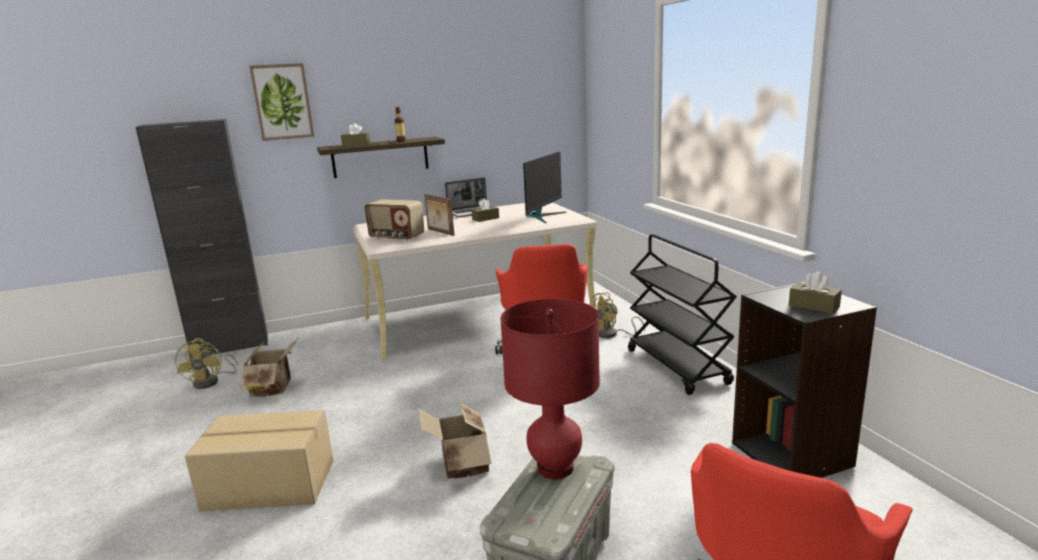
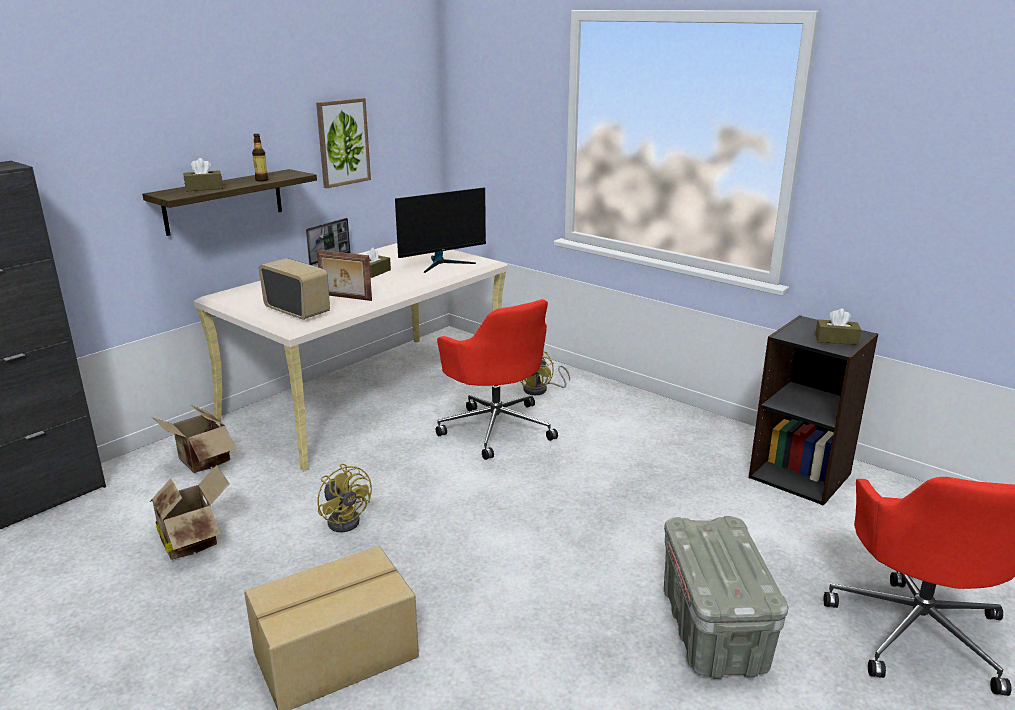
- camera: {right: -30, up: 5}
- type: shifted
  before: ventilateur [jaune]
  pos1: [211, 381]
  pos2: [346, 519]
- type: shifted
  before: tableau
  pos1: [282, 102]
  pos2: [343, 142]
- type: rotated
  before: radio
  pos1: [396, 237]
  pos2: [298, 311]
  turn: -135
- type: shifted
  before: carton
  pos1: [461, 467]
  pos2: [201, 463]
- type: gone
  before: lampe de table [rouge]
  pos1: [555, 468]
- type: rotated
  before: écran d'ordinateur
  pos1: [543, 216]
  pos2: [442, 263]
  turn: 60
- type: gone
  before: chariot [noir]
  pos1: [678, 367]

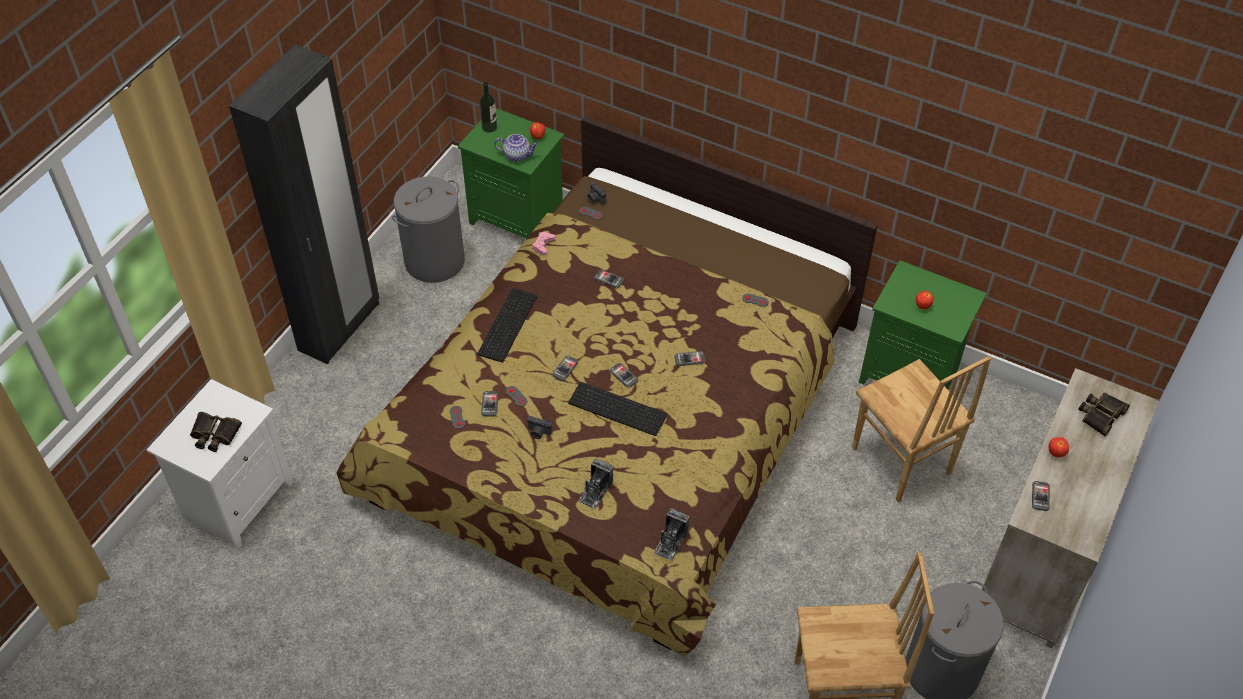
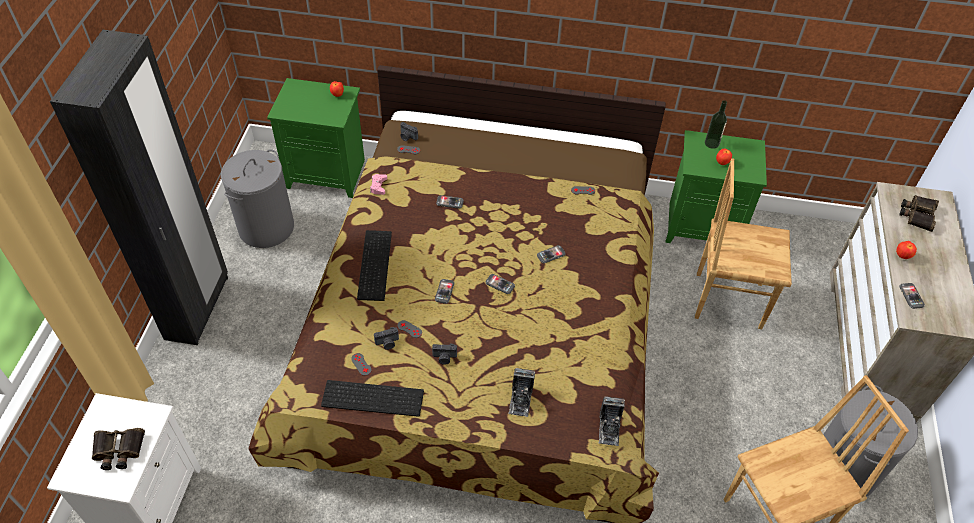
- camera: {right: -20, up: 0}
- type: shifted
  before: bouteille
  pos1: [489, 127]
  pos2: [711, 143]
- type: swapped
  before: téléphone
  after: appareil photo
  pos1: [490, 404]
  pos2: [387, 343]
- type: gone
  before: théière
  pos1: [517, 155]
- type: shifted
  before: clavier
  pos1: [619, 408]
  pos2: [374, 397]
- type: rotated
  before: chaise [marron]
  pos1: [900, 462]
  pos2: [727, 299]
  turn: 150

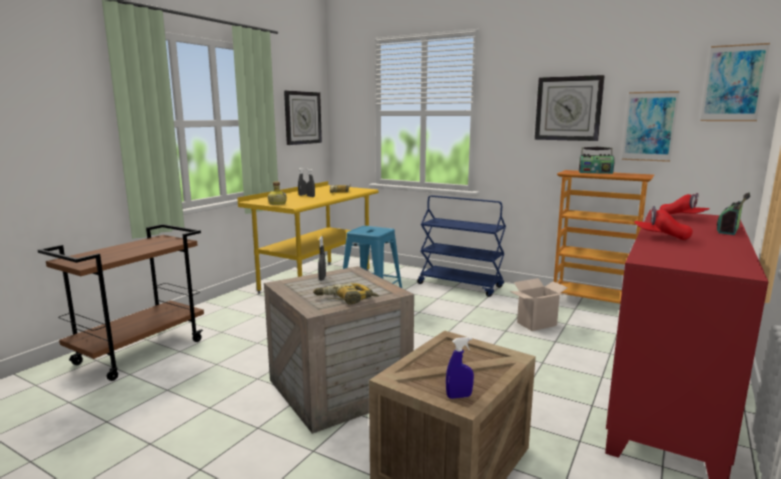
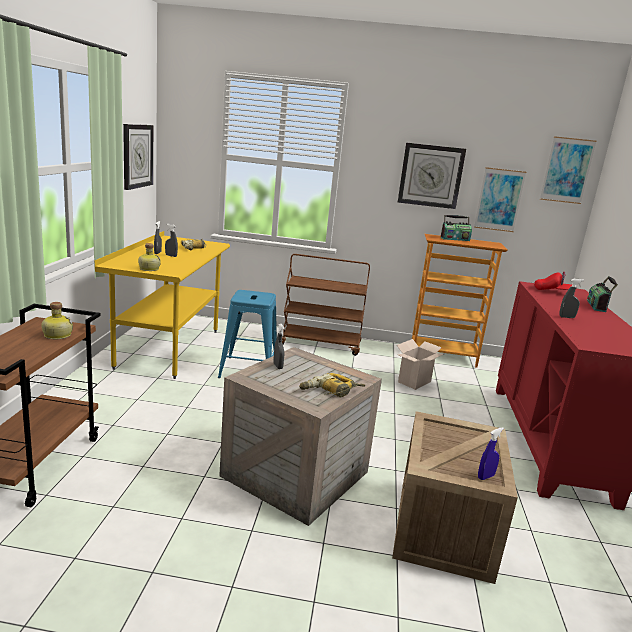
- camera: {right: -25, up: 5}
- type: repainted
  before: chariot [bleu]
  after: chariot [marron]
  pos1: [460, 285]
  pos2: [321, 344]
- type: swapped
  before: casquette [rouge]
  after: vaporisateur [gris]
  pos1: [661, 237]
  pos2: [567, 317]
- type: new
  after: bouteille
  pos2: [57, 335]

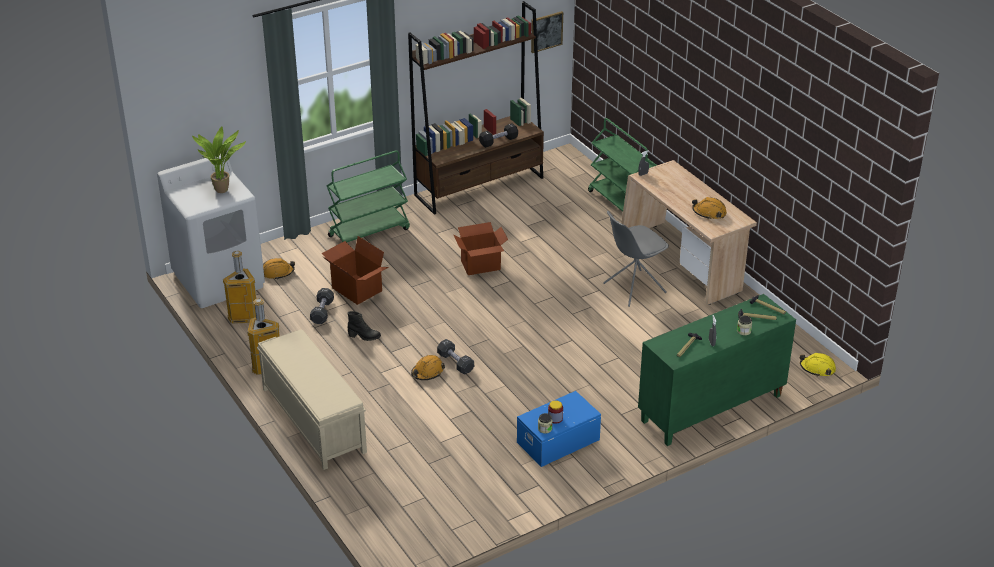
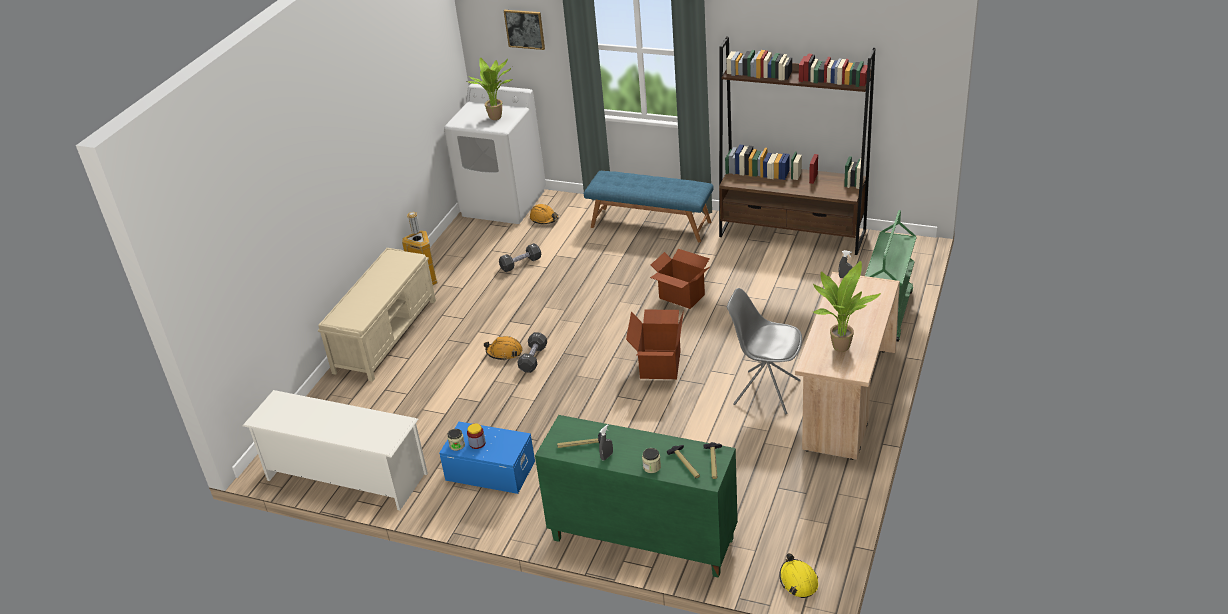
- camera: {right: 55, up: 0}
- type: gone
  before: poubelle
  pos1: [243, 318]
- type: shifted
  before: carton
  pos1: [356, 290]
  pos2: [659, 364]
- type: swapped
  before: chariot [vert]
  after: banc [bleu]
  pos1: [369, 232]
  pos2: [651, 224]
- type: gone
  before: botte [noir]
  pos1: [364, 336]
- type: gone
  before: haltère [noir]
  pos1: [498, 141]
- type: shifted
  before: tableau
  pos1: [546, 31]
  pos2: [524, 29]
- type: swapped
  before: casque de chantier [orange]
  after: plante en pot
  pos1: [709, 213]
  pos2: [839, 346]
- type: new
  after: étagère à chaussures [blanc]
  pos2: [345, 476]

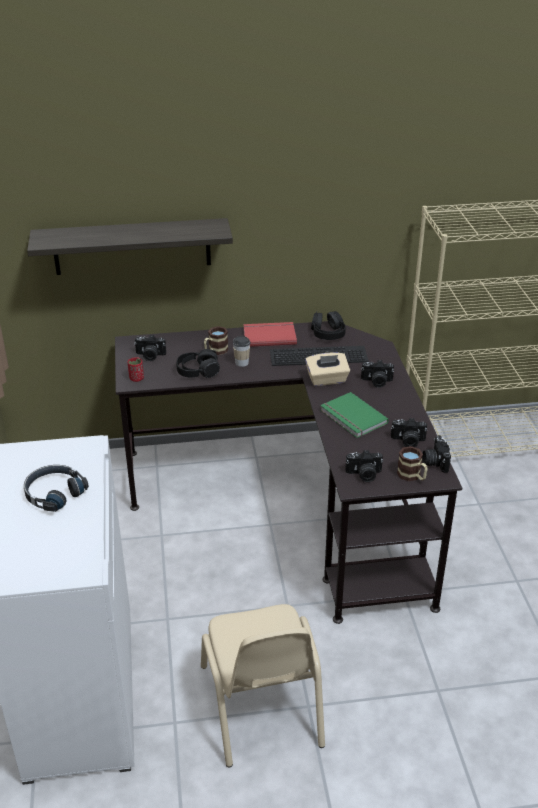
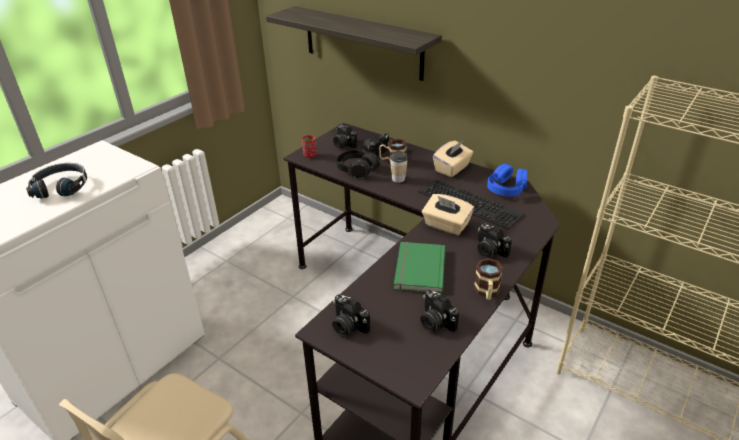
- camera: {right: 45, up: 0}
- type: swapped
  before: livre [rouge]
  after: boîte à mouchoirs [beige]
  pos1: [269, 336]
  pos2: [452, 169]
- type: repainted
  before: casque audio [noir]
  after: casque audio [bleu]
  pos1: [328, 333]
  pos2: [506, 189]
- type: shifted
  before: mug
  pos1: [412, 476]
  pos2: [487, 292]
- type: shifted
  before: appareil photo
  pos1: [435, 462]
  pos2: [375, 152]

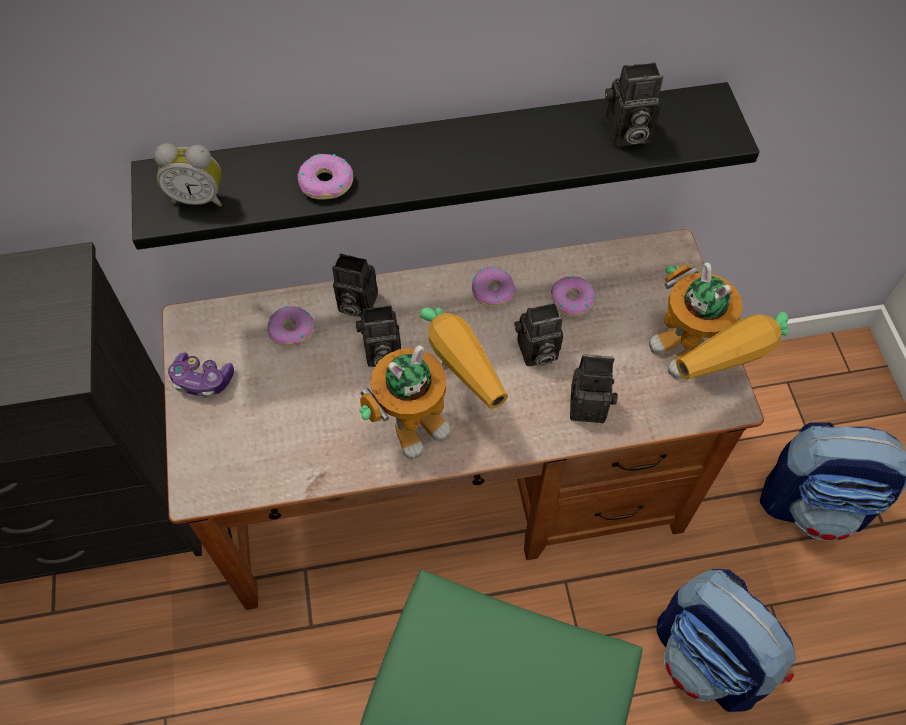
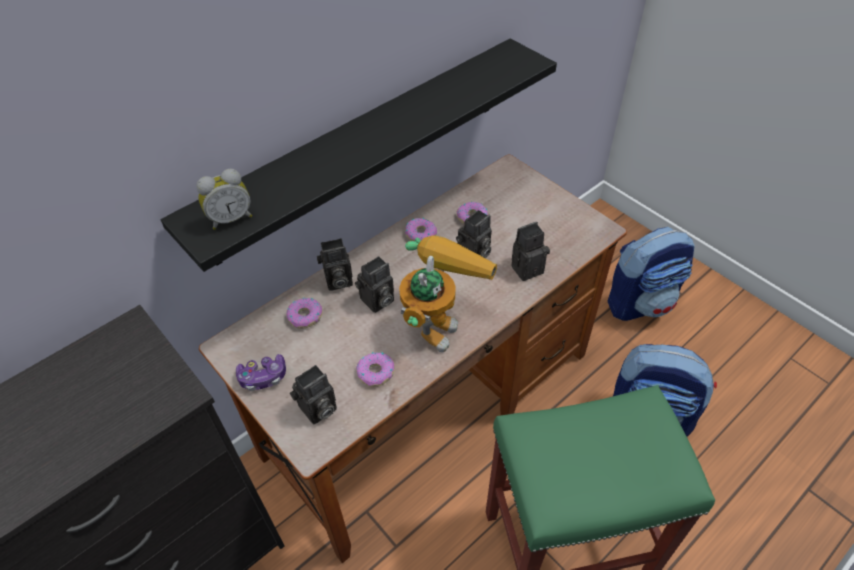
- camera: {right: -30, up: -10}
- type: shifted
  before: beignet
  pos1: [326, 183]
  pos2: [376, 372]
- type: shifted
  before: appareil photo
  pos1: [625, 134]
  pos2: [317, 410]
- type: gone
  before: robot jouet
  pos1: [696, 367]

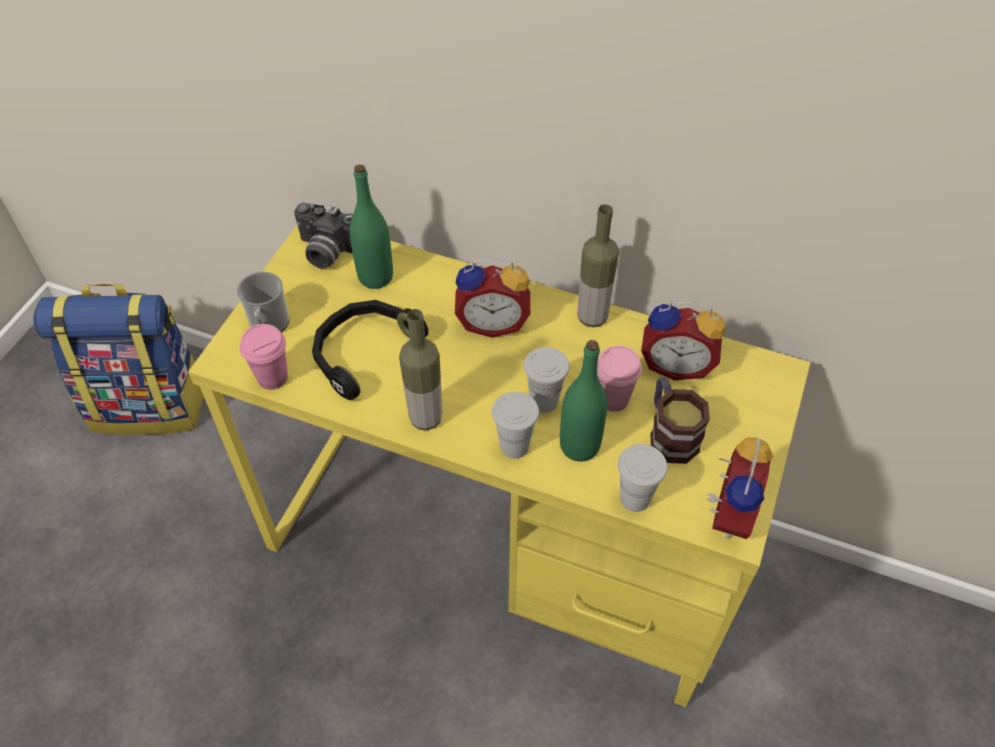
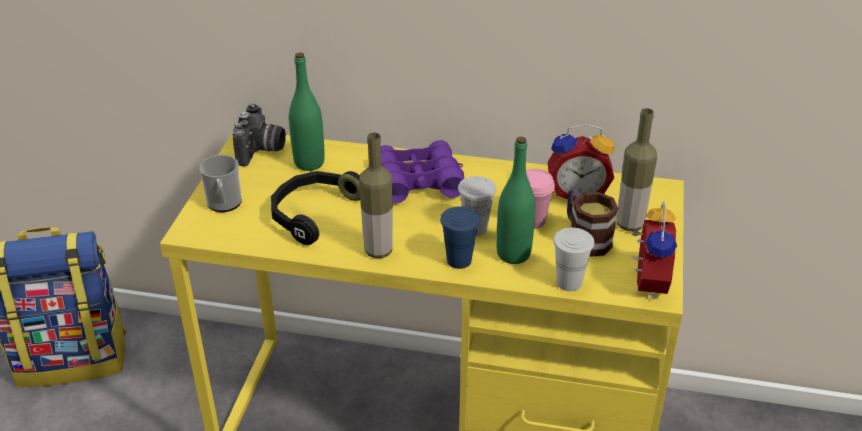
- camera: {right: -10, up: -15}
- type: gone
  before: tasse [rose]
  pos1: [272, 377]
- type: rotated
  before: appareil photo
  pos1: [326, 252]
  pos2: [261, 151]
  turn: -90
- type: swapped
  before: réveil
  after: jumelles [violet]
  pos1: [492, 322]
  pos2: [417, 182]
- type: repainted
  before: tasse [blanc]
  after: tasse [bleu]
  pos1: [514, 446]
  pos2: [459, 260]
- type: shifted
  before: bouteille
  pos1: [592, 317]
  pos2: [629, 224]

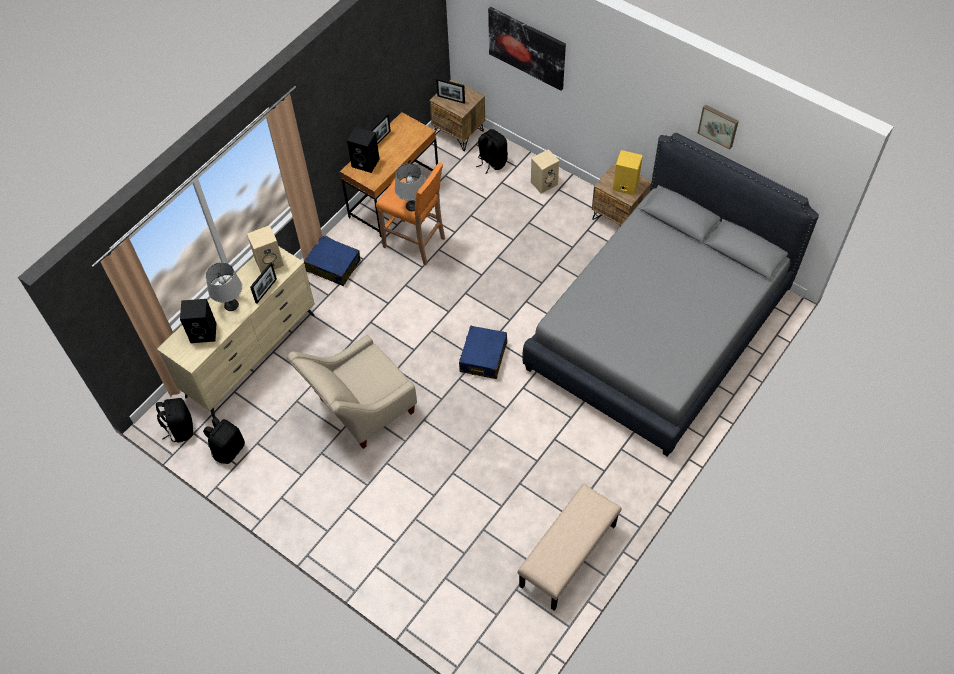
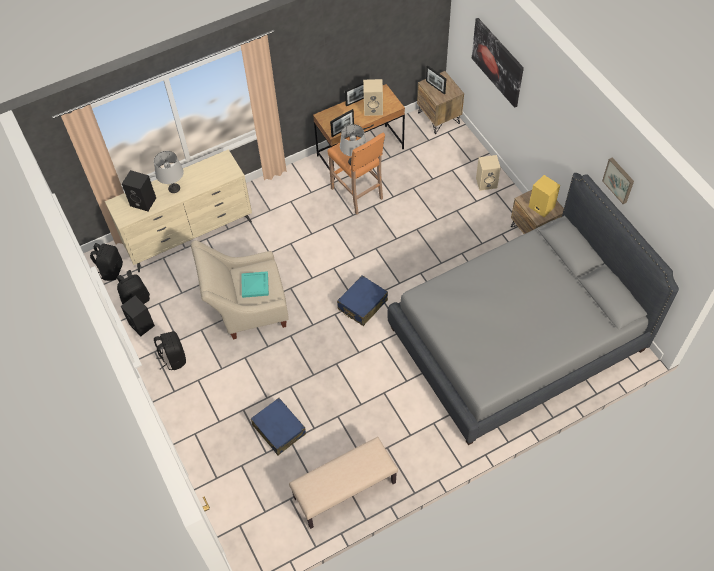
- camera: {right: 25, up: 0}
- type: shifted
  before: enceinte [beige]
  pos1: [270, 262]
  pos2: [374, 108]
- type: shifted
  before: cadre photo
  pos1: [266, 291]
  pos2: [342, 130]
- type: shifted
  before: valise [bleu]
  pos1: [333, 266]
  pos2: [279, 429]
- type: shifted
  before: enceinte [noir]
  pos1: [366, 162]
  pos2: [142, 325]
- type: shifted
  before: sac à dos [noir]
  pos1: [491, 162]
  pos2: [173, 358]
- type: new
  after: plateau [turquoise]
  pos2: [255, 285]

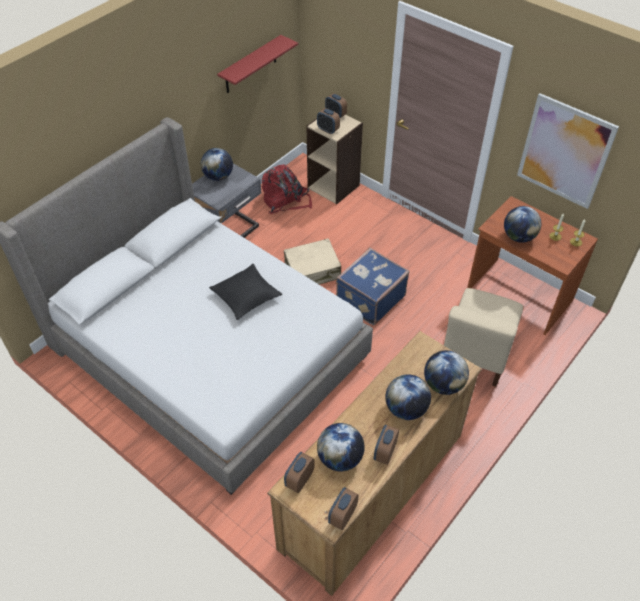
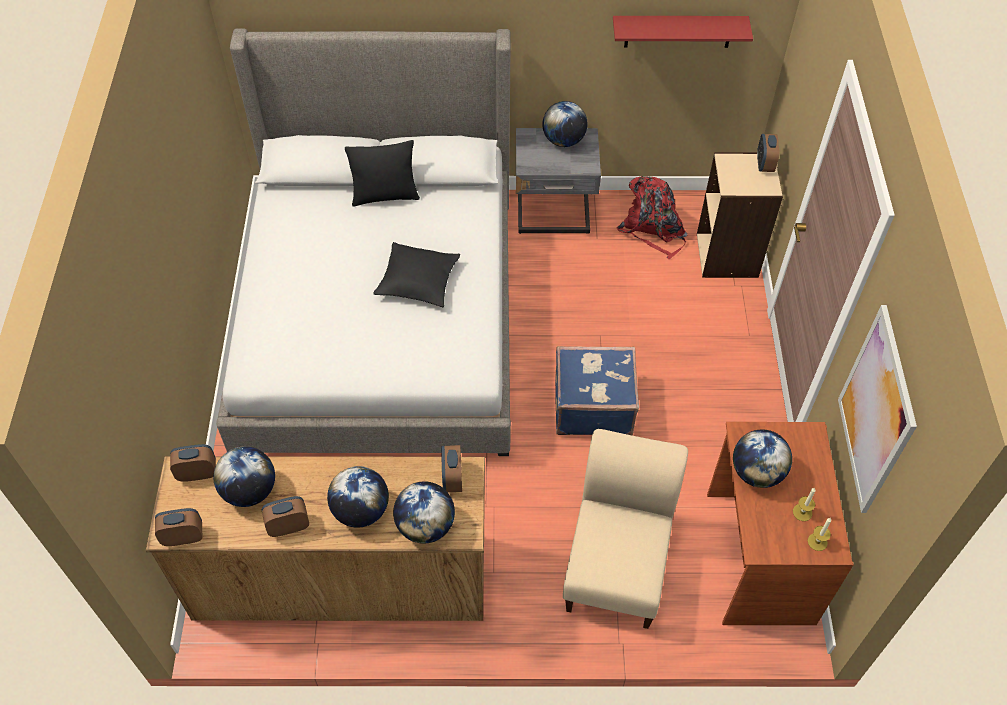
- camera: {right: 50, up: 5}
- type: gone
  before: valise [beige]
  pos1: [313, 271]
- type: shifted
  before: réveil
  pos1: [328, 130]
  pos2: [452, 479]
- type: rotated
  before: chaise [beige]
  pos1: [475, 353]
  pos2: [617, 564]
  turn: 120
- type: new
  after: coussin [noir]
  pos2: [385, 196]

